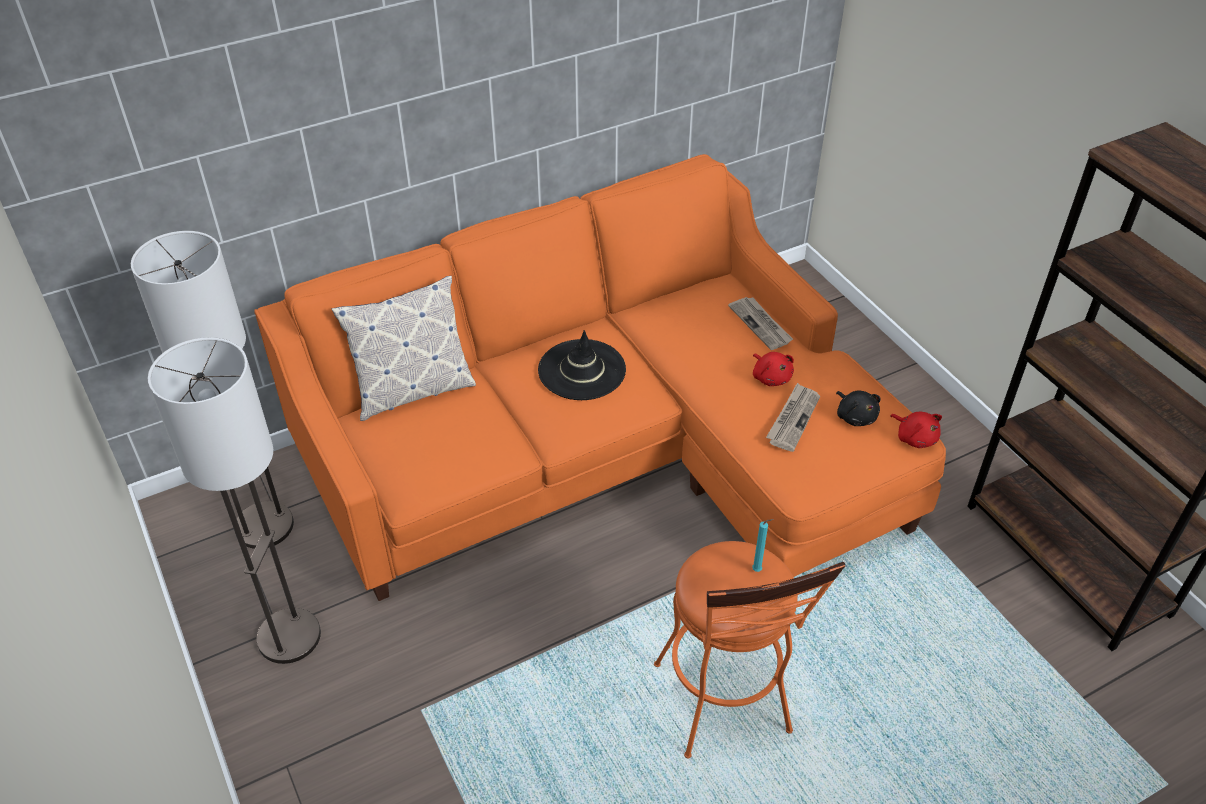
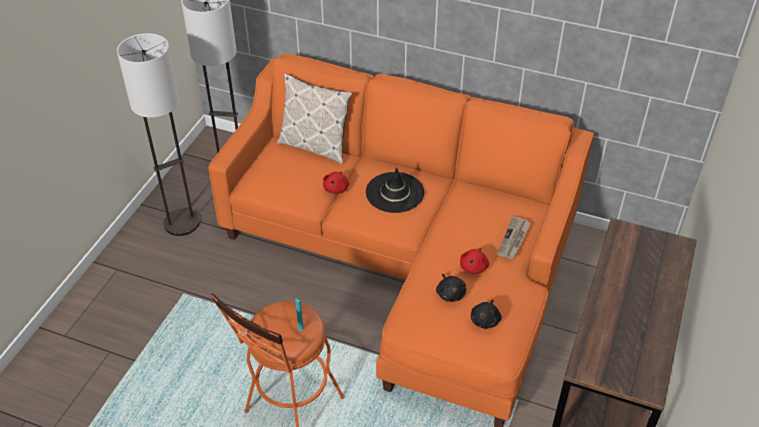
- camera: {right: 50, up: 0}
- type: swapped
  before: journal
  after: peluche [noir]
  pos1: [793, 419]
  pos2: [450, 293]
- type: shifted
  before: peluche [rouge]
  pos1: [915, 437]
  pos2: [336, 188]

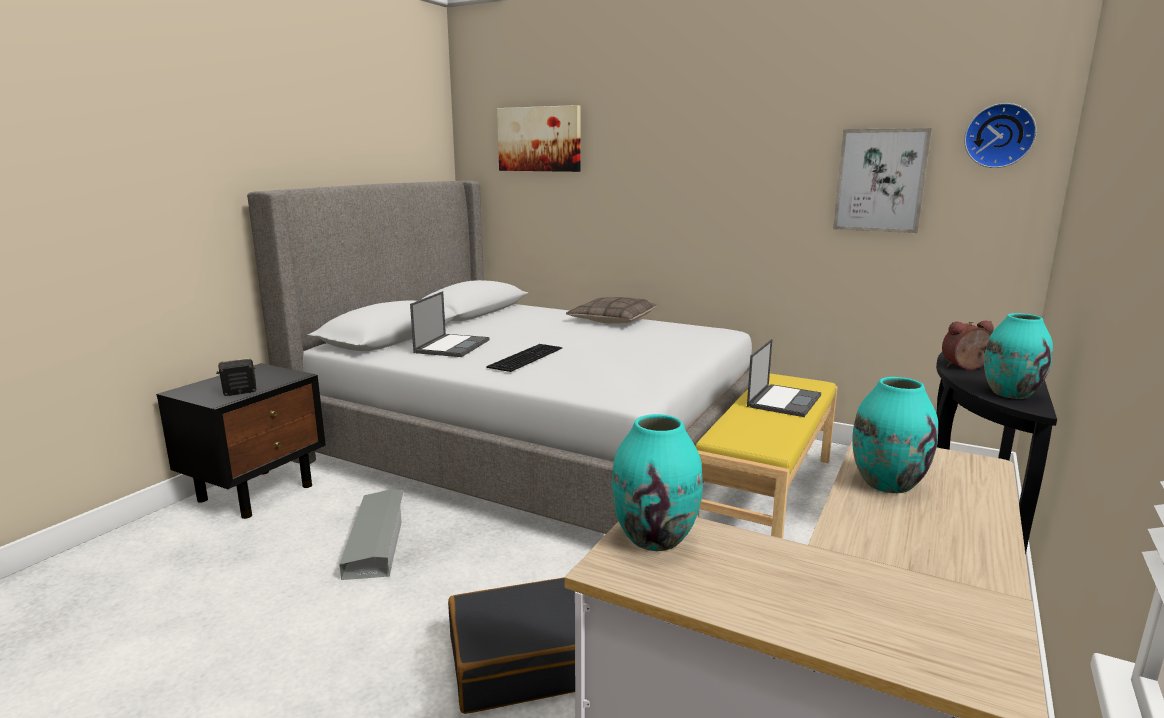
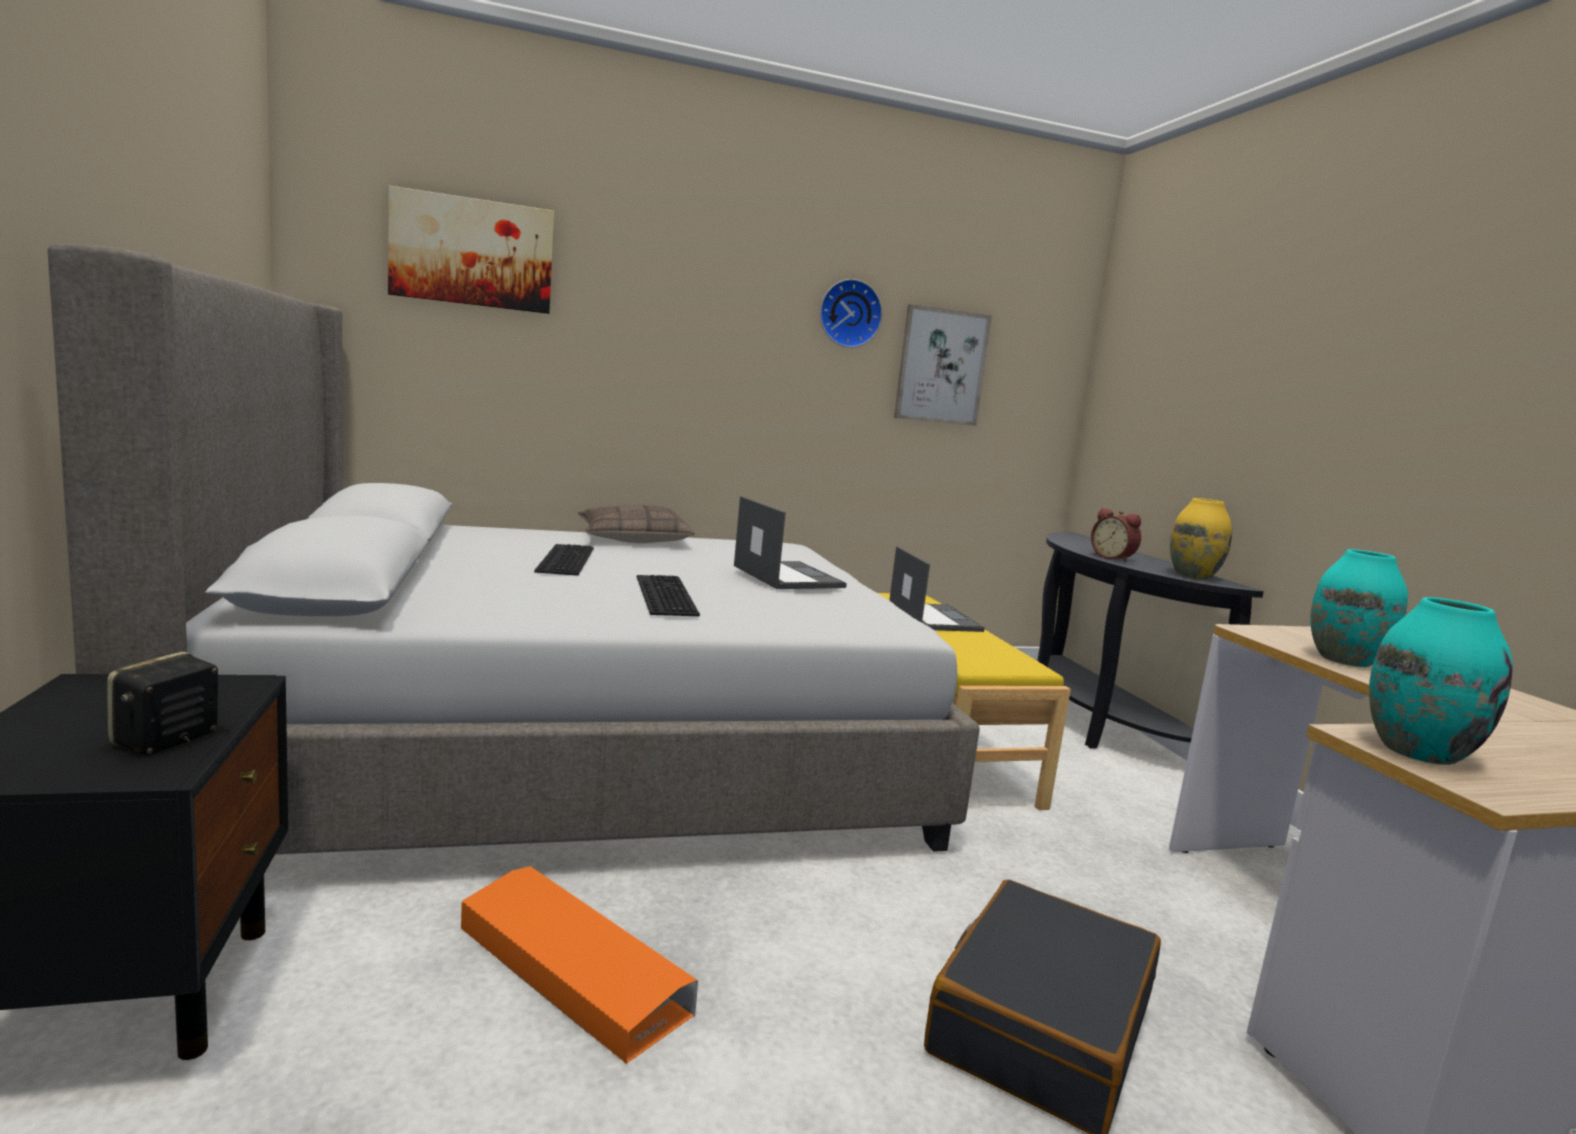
- camera: {right: -45, up: -5}
- type: repainted
  before: boîte de rangement [gris]
  after: boîte de rangement [orange]
  pos1: [376, 540]
  pos2: [571, 970]
- type: shifted
  before: ordinateur portable
  pos1: [452, 346]
  pos2: [786, 576]
- type: rotated
  before: réveil
  pos1: [966, 367]
  pos2: [1113, 558]
  turn: -75
- type: shifted
  before: horloge murale
  pos1: [999, 136]
  pos2: [849, 313]
- type: repainted
  before: vase [turquoise]
  after: vase [jaune]
  pos1: [1010, 393]
  pos2: [1192, 575]
- type: new
  after: clavier
  pos2: [563, 559]

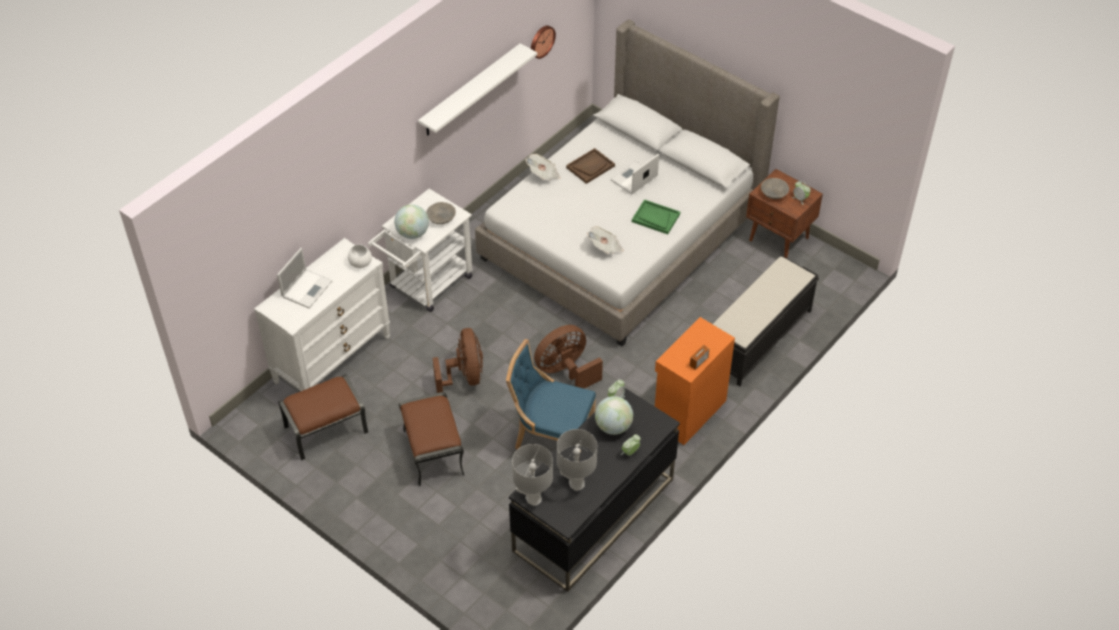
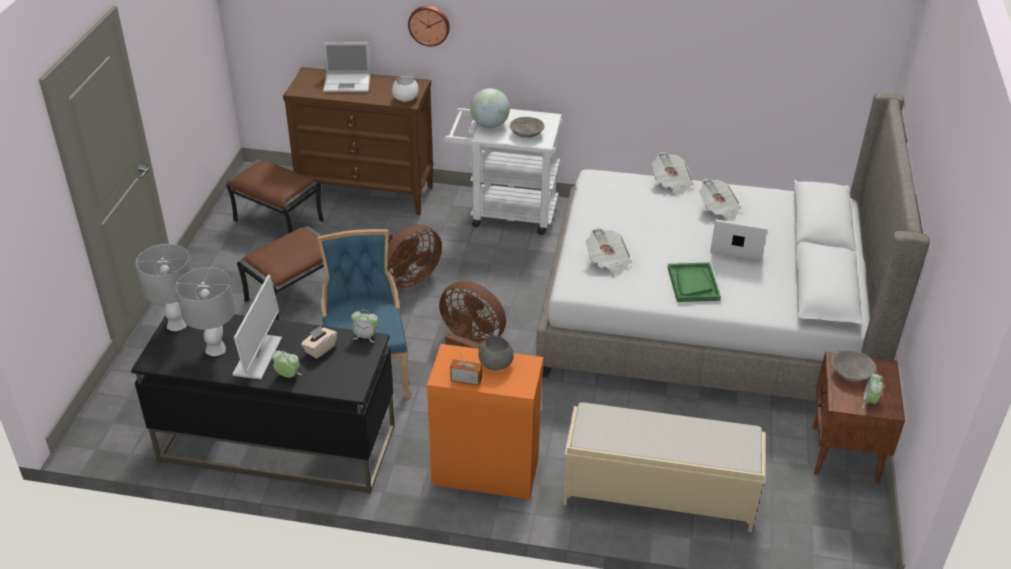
- camera: {right: 60, up: -10}
- type: repainted
  before: commode [blanc]
  after: commode [marron]
  pos1: [333, 359]
  pos2: [367, 193]
- type: gone
  before: étagère [blanc]
  pos1: [471, 90]
- type: shifted
  before: horloge murale
  pos1: [541, 41]
  pos2: [429, 25]
- type: swapped
  before: plateau [marron]
  after: journal
  pos1: [590, 167]
  pos2: [719, 210]
- type: swapped
  before: globe
  after: boîte à mouchoirs [beige]
  pos1: [613, 426]
  pos2: [320, 349]
- type: repainted
  before: banc [noir]
  after: banc [beige]
  pos1: [758, 338]
  pos2: [657, 494]
- type: new
  after: écran d'ordinateur
  pos2: [258, 357]
- type: new
  after: bol [gris]
  pos2: [495, 363]

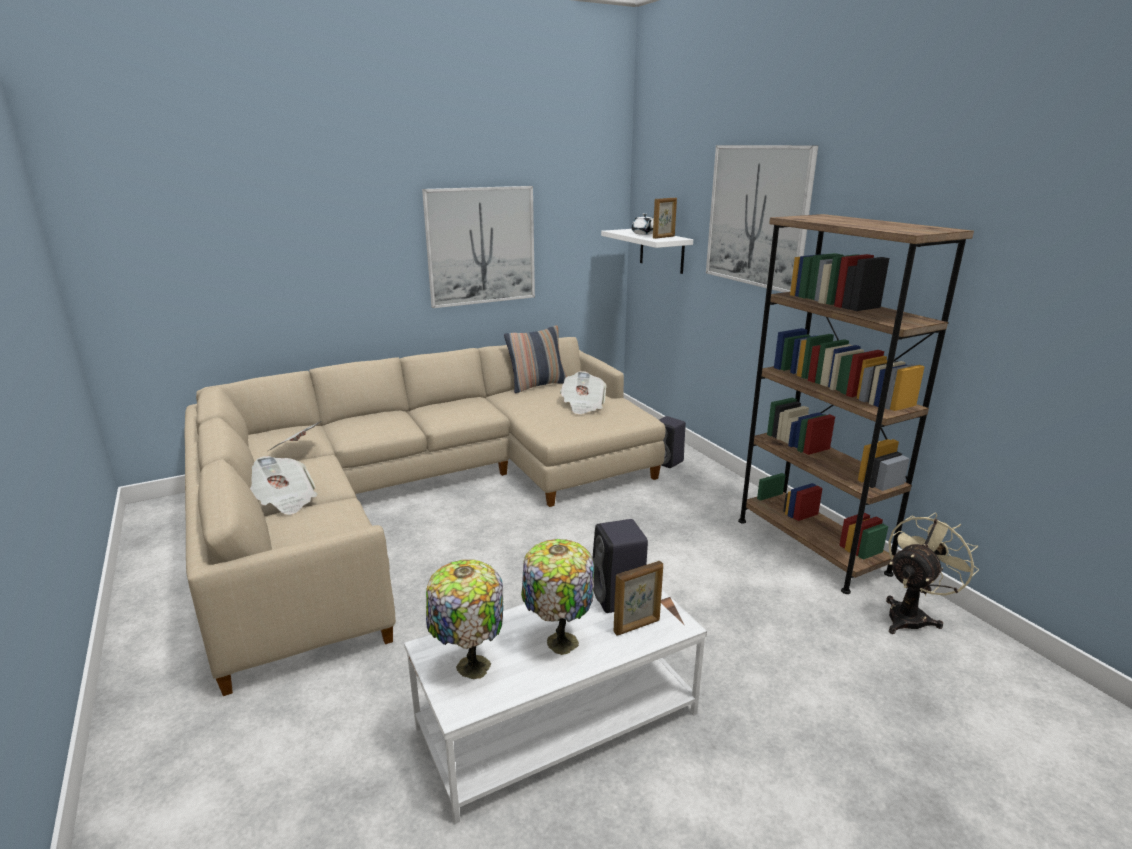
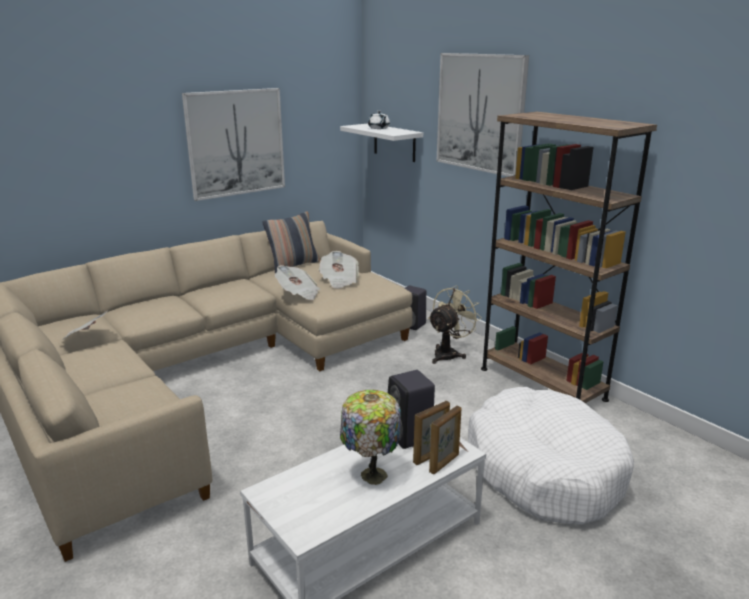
- camera: {right: -10, up: 0}
- type: shifted
  before: journal
  pos1: [284, 500]
  pos2: [298, 294]
- type: gone
  before: lampe de table
  pos1: [470, 667]
- type: shifted
  before: cadre photo
  pos1: [664, 237]
  pos2: [444, 463]
- type: shifted
  before: ventilateur [beige]
  pos1: [911, 615]
  pos2: [449, 353]
- type: new
  after: panier pour chien [blanc]
  pos2: [544, 469]

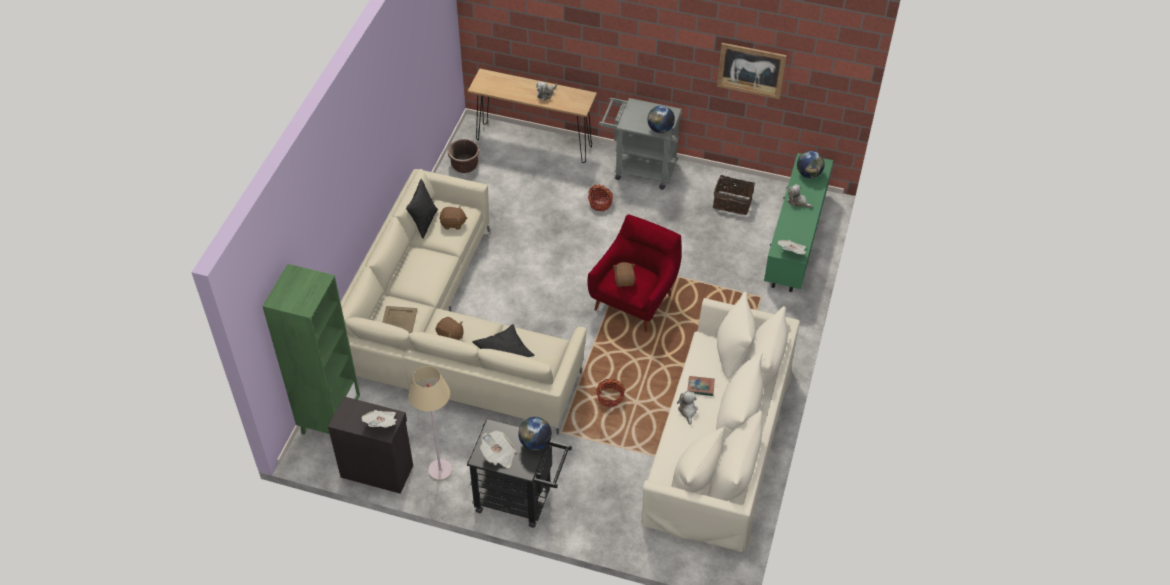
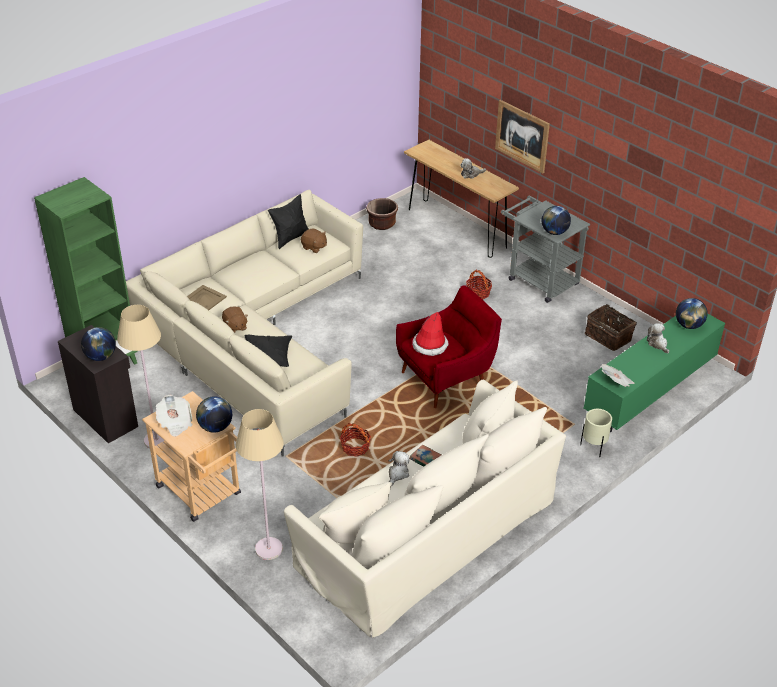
- camera: {right: 30, up: -10}
- type: swapped
  before: journal
  after: globe
  pos1: [381, 423]
  pos2: [101, 357]
- type: repainted
  before: chariot [noir]
  after: chariot [beige]
  pos1: [520, 499]
  pos2: [203, 494]
- type: swapped
  before: peluche [marron]
  after: chapeau
  pos1: [624, 280]
  pos2: [430, 345]
- type: shifted
  before: tableau
  pos1: [751, 70]
  pos2: [522, 136]
- type: new
  after: lampadaire [beige]
  pos2: [269, 549]
- type: new
  after: cache-pot [beige]
  pos2: [593, 448]

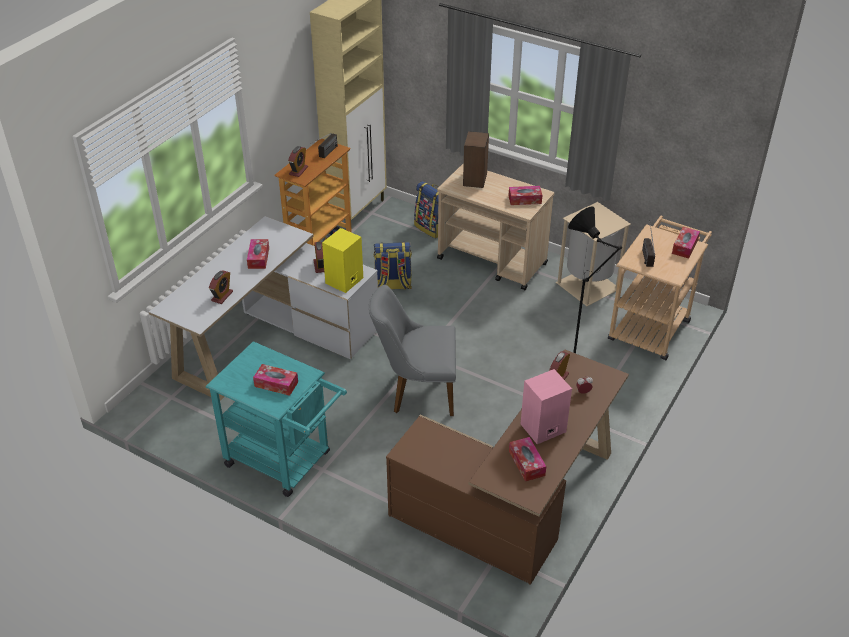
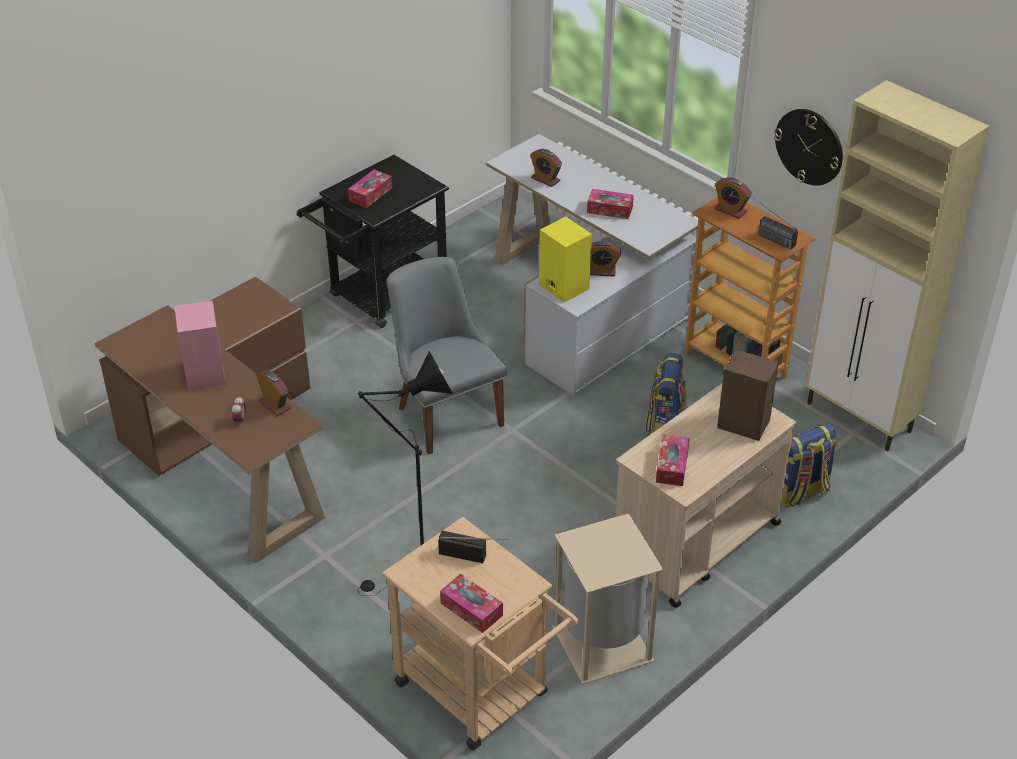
- camera: {right: 105, up: 0}
- type: repainted
  before: chariot [turquoise]
  after: chariot [noir]
  pos1: [285, 462]
  pos2: [381, 297]
- type: rotated
  before: chaise [gris]
  pos1: [416, 391]
  pos2: [444, 411]
  turn: -45
- type: gone
  before: boîte à mouchoirs
  pos1: [526, 463]
- type: new
  after: horloge murale
  pos2: [809, 146]

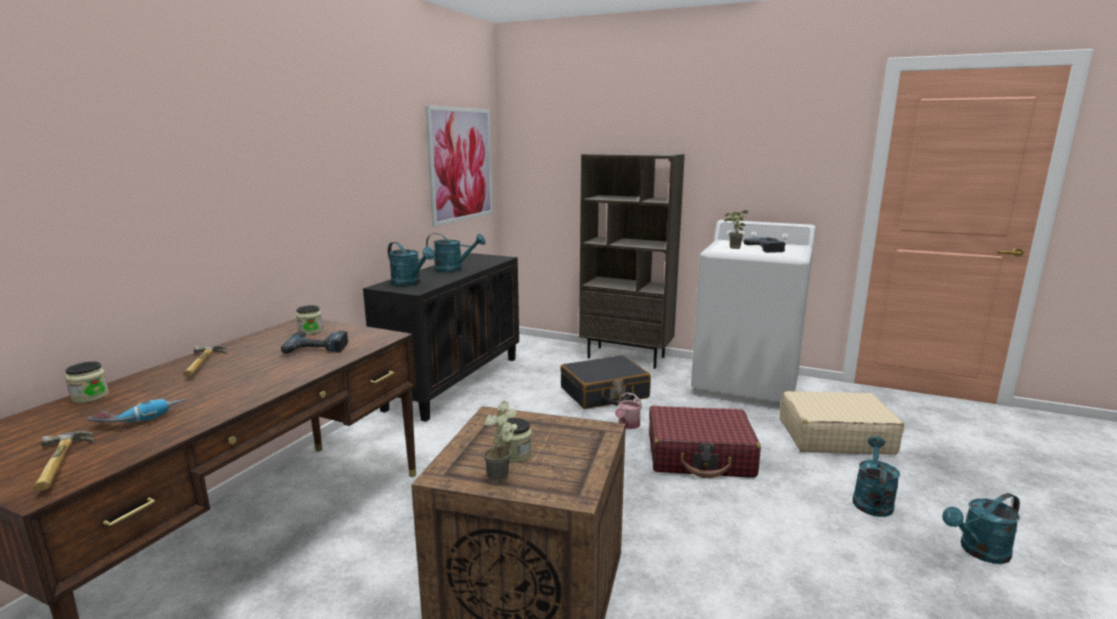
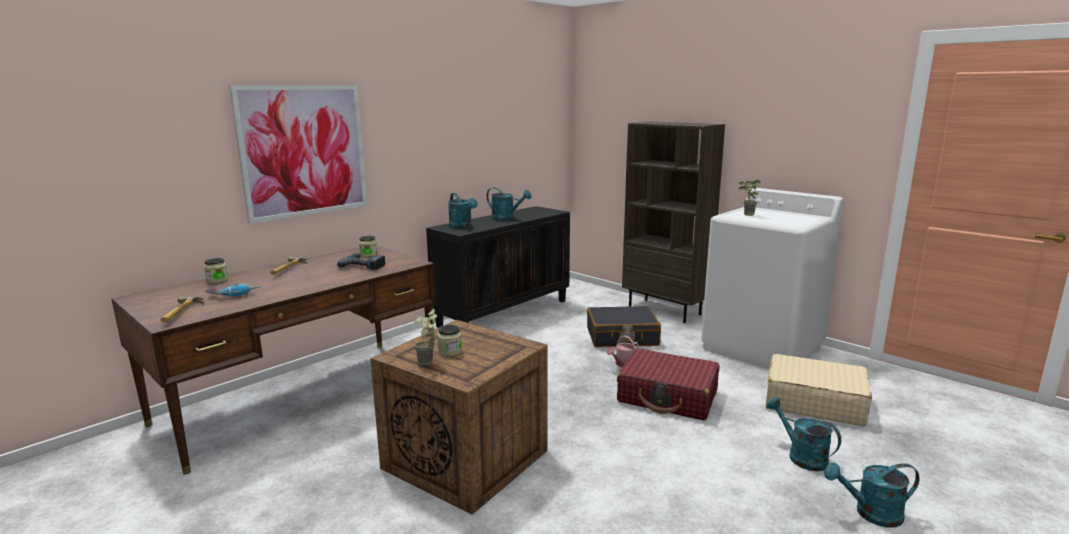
- camera: {right: 20, up: 0}
- type: shifted
  before: tableau
  pos1: [461, 165]
  pos2: [304, 151]
- type: gone
  before: perceuse
  pos1: [768, 248]
- type: rotated
  before: arrosoir [turquoise]
  pos1: [871, 500]
  pos2: [801, 456]
  turn: -75

